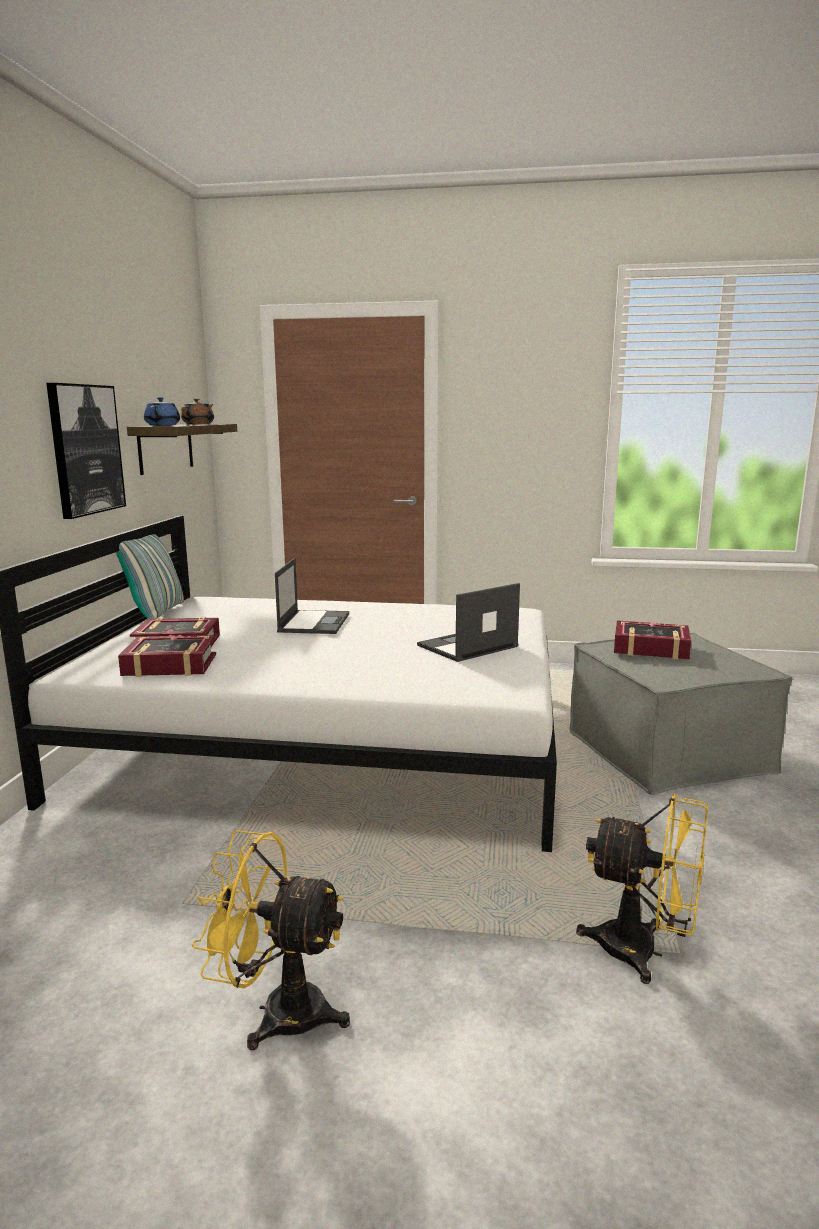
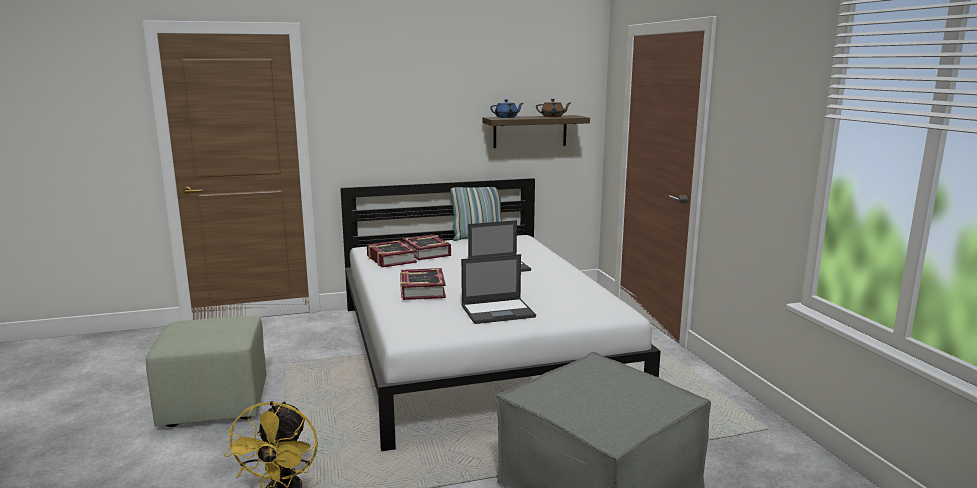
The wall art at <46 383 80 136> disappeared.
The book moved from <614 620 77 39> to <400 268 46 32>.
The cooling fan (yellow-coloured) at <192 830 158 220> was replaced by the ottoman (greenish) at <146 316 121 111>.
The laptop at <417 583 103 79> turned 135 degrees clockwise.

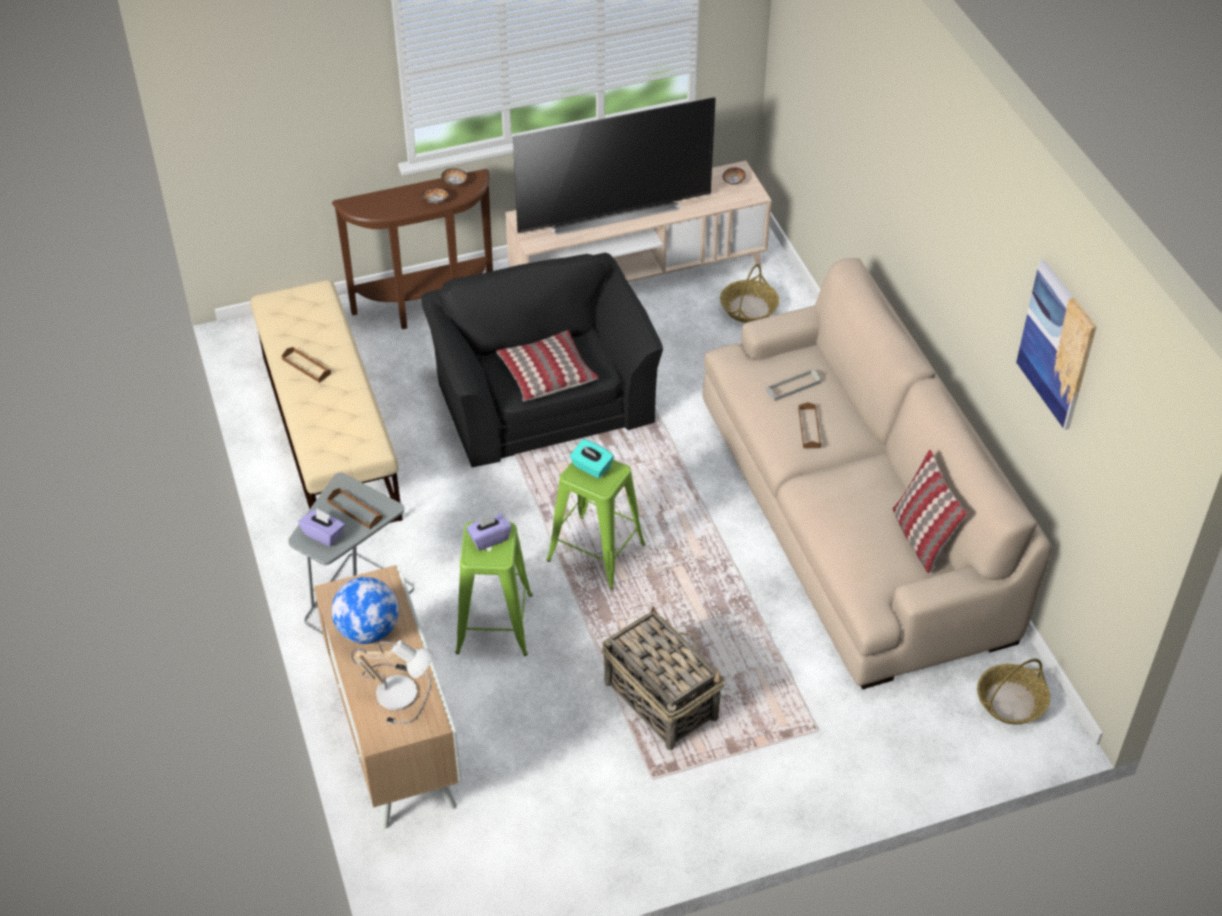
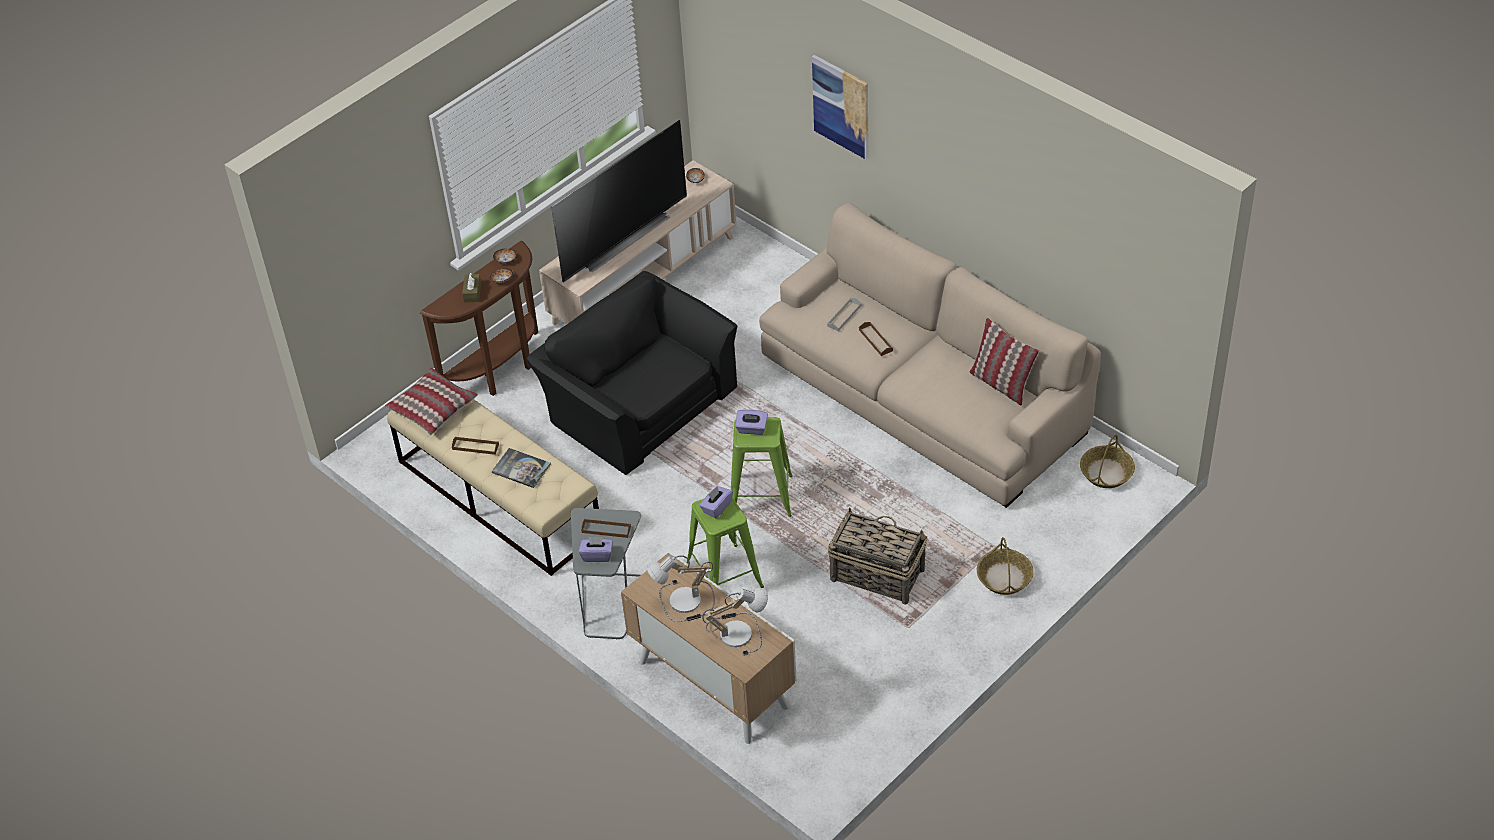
The box of tissues (brownish) at <462 273 19 29> appeared.
The book at <492 448 59 40> appeared.
The throw pillow moved from <496 330 102 71> to <385 368 93 67>.
The storage basket moved from <720 264 59 59> to <977 537 57 58>.
The wall art moved from <1016 260 80 170> to <812 55 56 104>.
The world globe at <332 577 67 67> was replaced by the table lamp at <647 555 68 67>.
The box of tissues (turquoise-coloured) at <570 439 44 40> became the box of tissues (purple-coloured) at <735 410 33 25>.

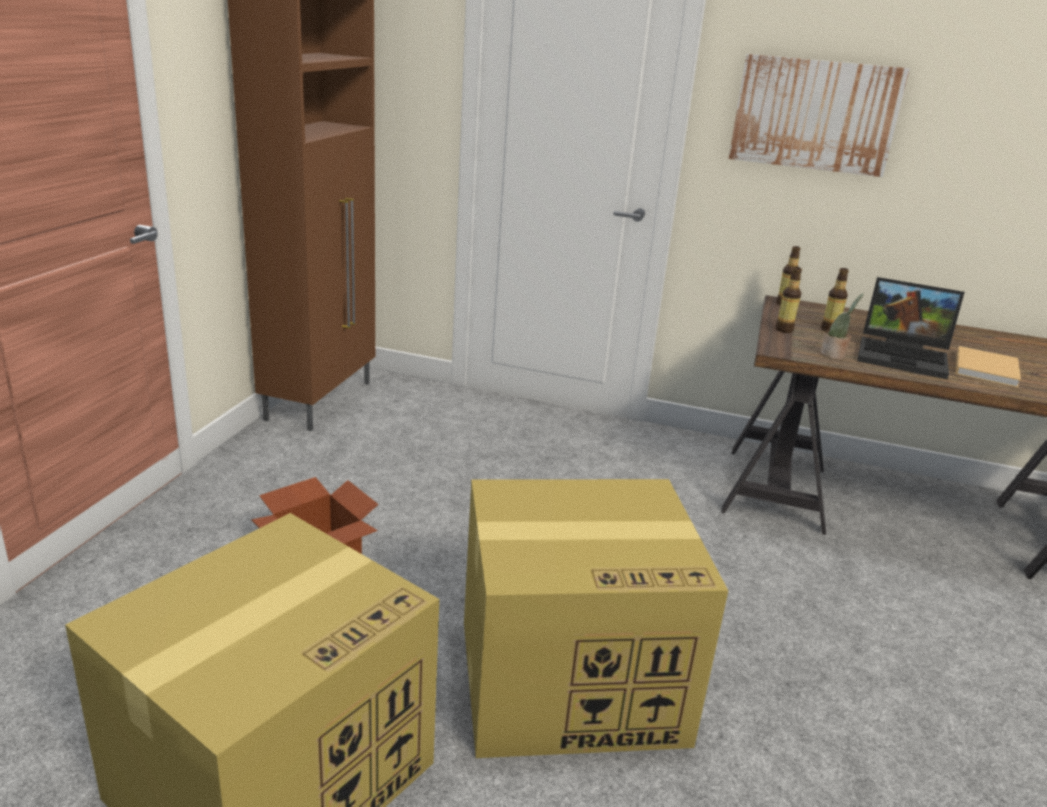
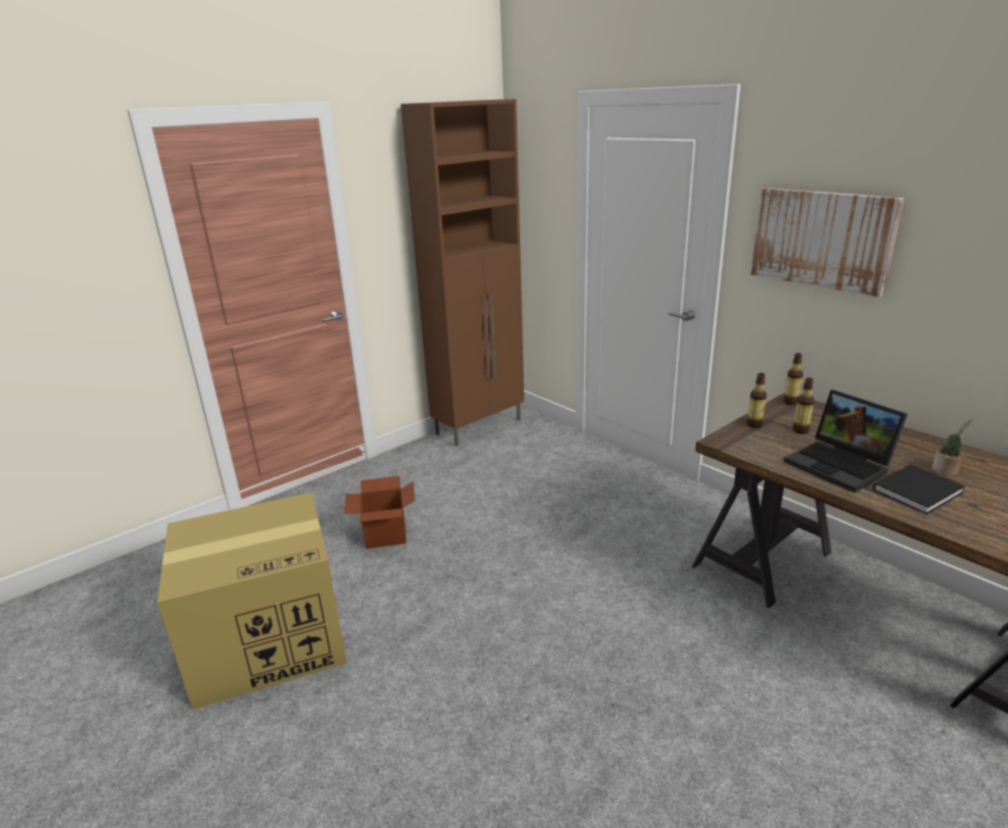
The cardboard box at <464 479 264 279> disappeared.
The plant in a pot moved from <820 293 43 66> to <932 419 41 57>.
The book (sand-coloured) at <956 346 65 42> became the book (blackish) at <873 465 92 49>.

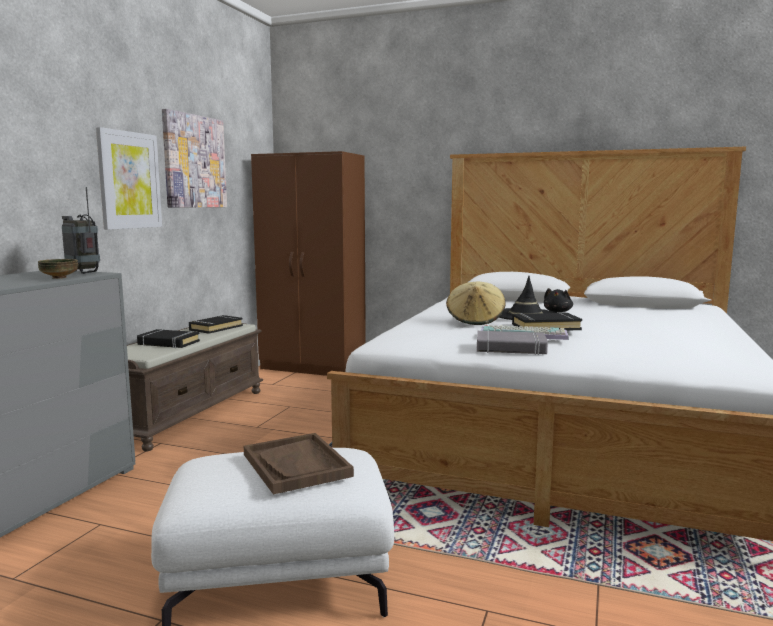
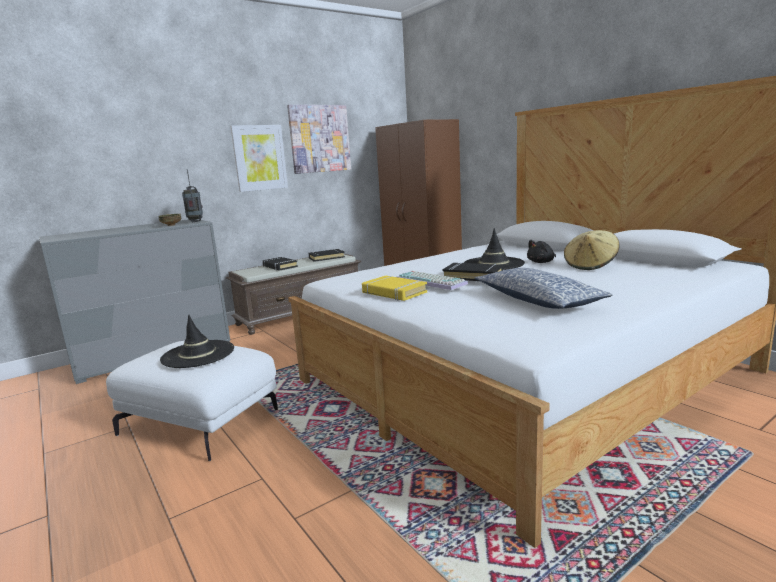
The throw pillow at <475 268 138 41> appeared.
The wearable hat (sand-coloured) moved from <446 282 60 43> to <564 230 55 40>.
The tray (brownish) at <244 433 110 62> was replaced by the wearable hat (blackish) at <160 315 74 53>.
The book (grey) at <477 331 71 24> became the book (yellow-coloured) at <362 276 65 25>.

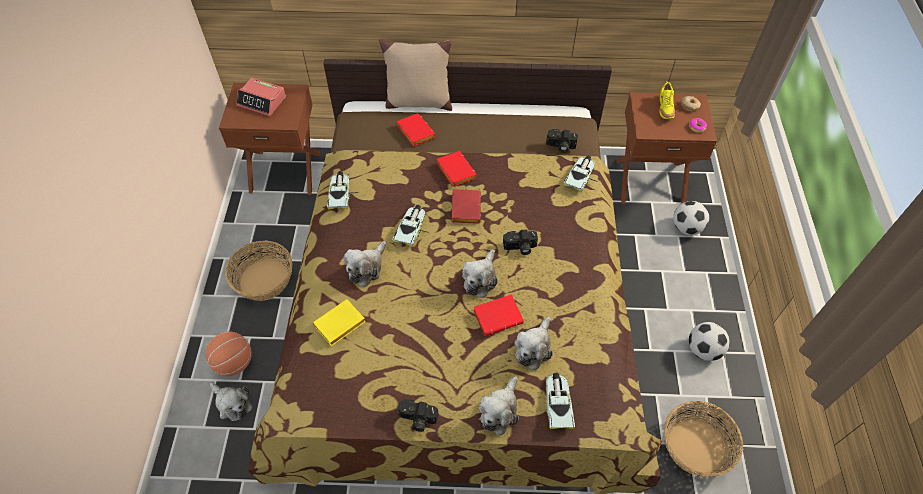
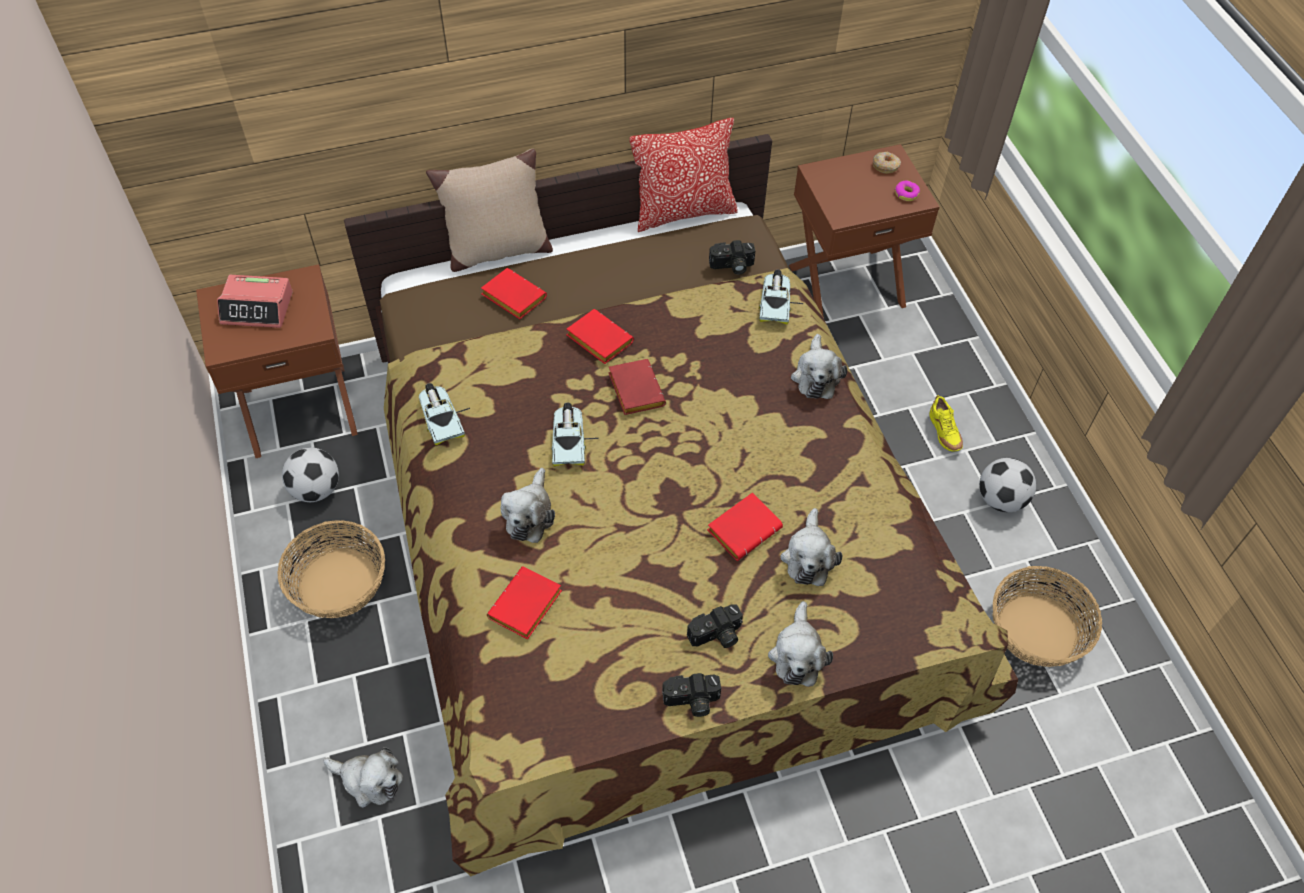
The ball for basketball at <205 331 47 45> disappeared.
The model car at <546 373 37 56> disappeared.
The throw pillow at <630 118 108 114> appeared.
The plush toy moved from <462 249 36 49> to <791 334 56 65>.
The photo camera moved from <503 230 35 25> to <687 604 56 44>.
The shoe (yellow-coloured) moved from <660 81 15 38> to <929 395 34 57>.
The ball for football moved from <673 201 36 34> to <282 447 57 55>.
The book (yellow-coloured) at <313 299 52 47> became the book (reddish) at <487 567 75 72>.

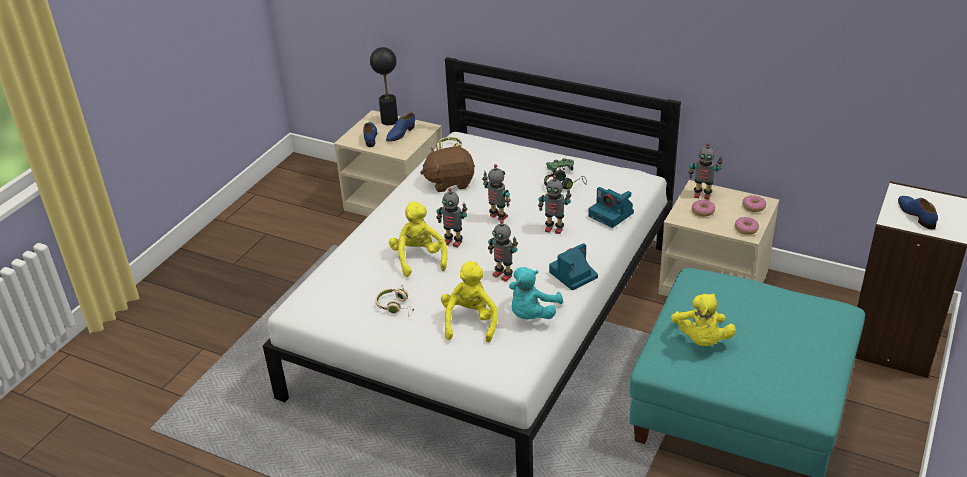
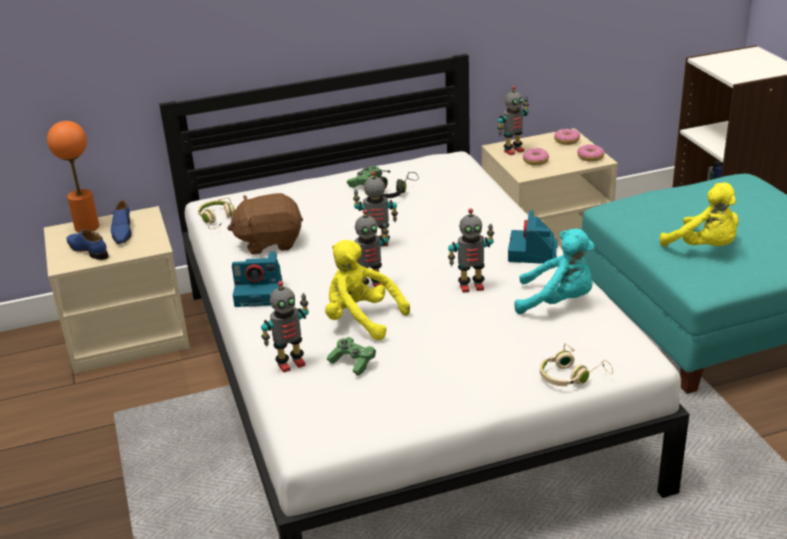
The plush toy (yellow-coloured) at <441 261 57 81> disappeared.
The shoe (blue) at <898 196 40 33> disappeared.
The gamepad (greenish) at <327 337 49 39> appeared.
The pair of headphones (sand-coloured) moved from <375 285 39 32> to <540 343 73 43>.
The model robot moved from <538 175 33 59> to <261 281 48 92>.
The photo camera moved from <588 187 46 41> to <232 252 50 55>.
The table lamp (blackish) at <370 47 28 78> became the table lamp (orange) at <47 121 52 112>.
The plush toy (brownish) at <420 146 55 46> turned 45 degrees clockwise.
The plush toy (turquoise-coloured) at <509 267 54 53> turned 60 degrees counterclockwise.

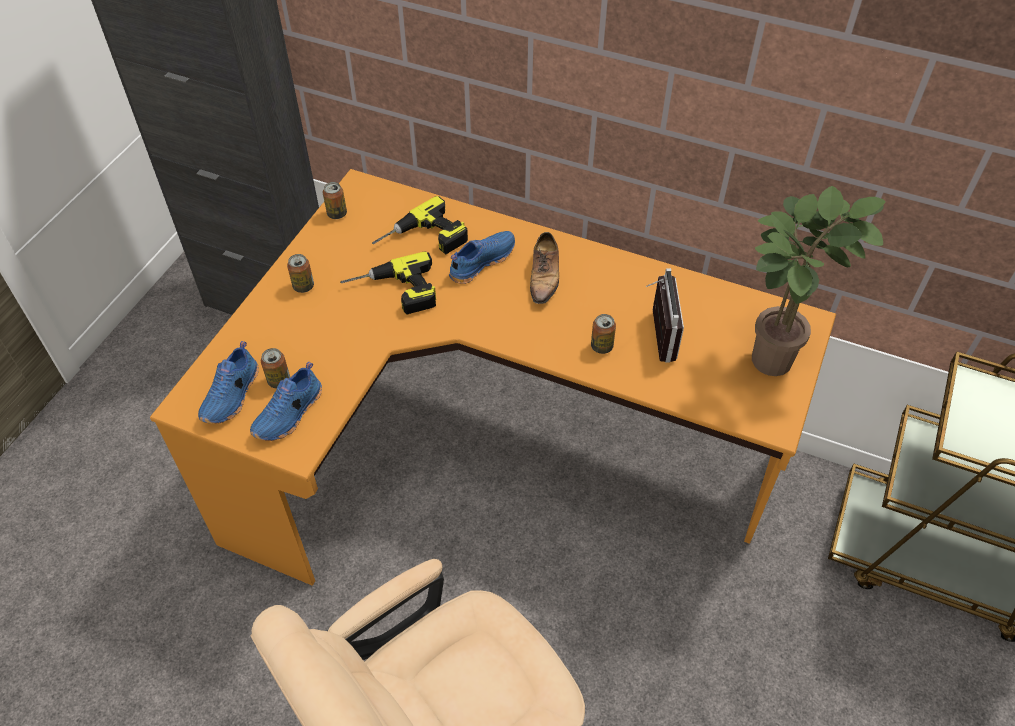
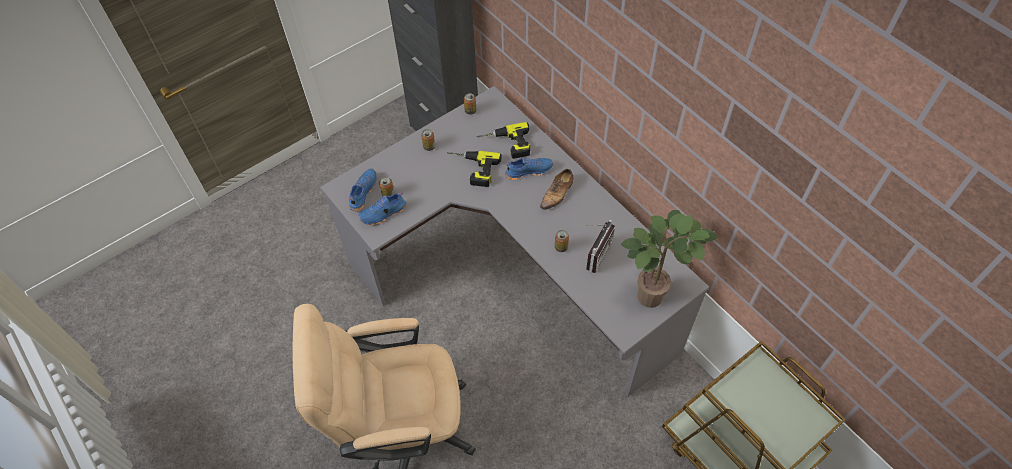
The desk unit (orange) at <150 169 686 417> became the desk unit (grey) at <320 86 389 312>.
The shoe (blue) at <198 341 61 83> turned 150 degrees clockwise.

